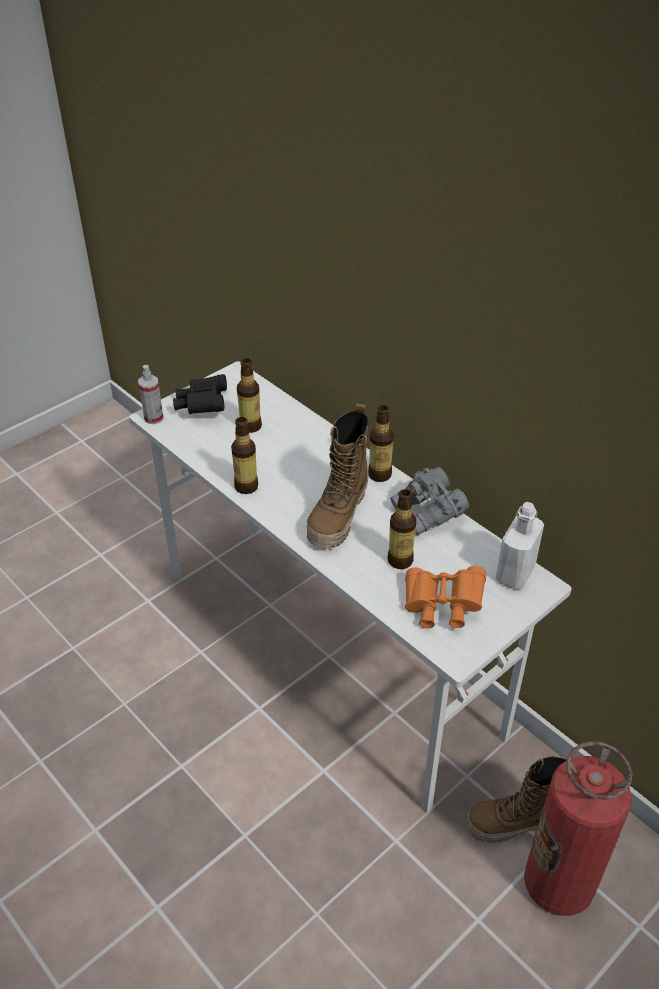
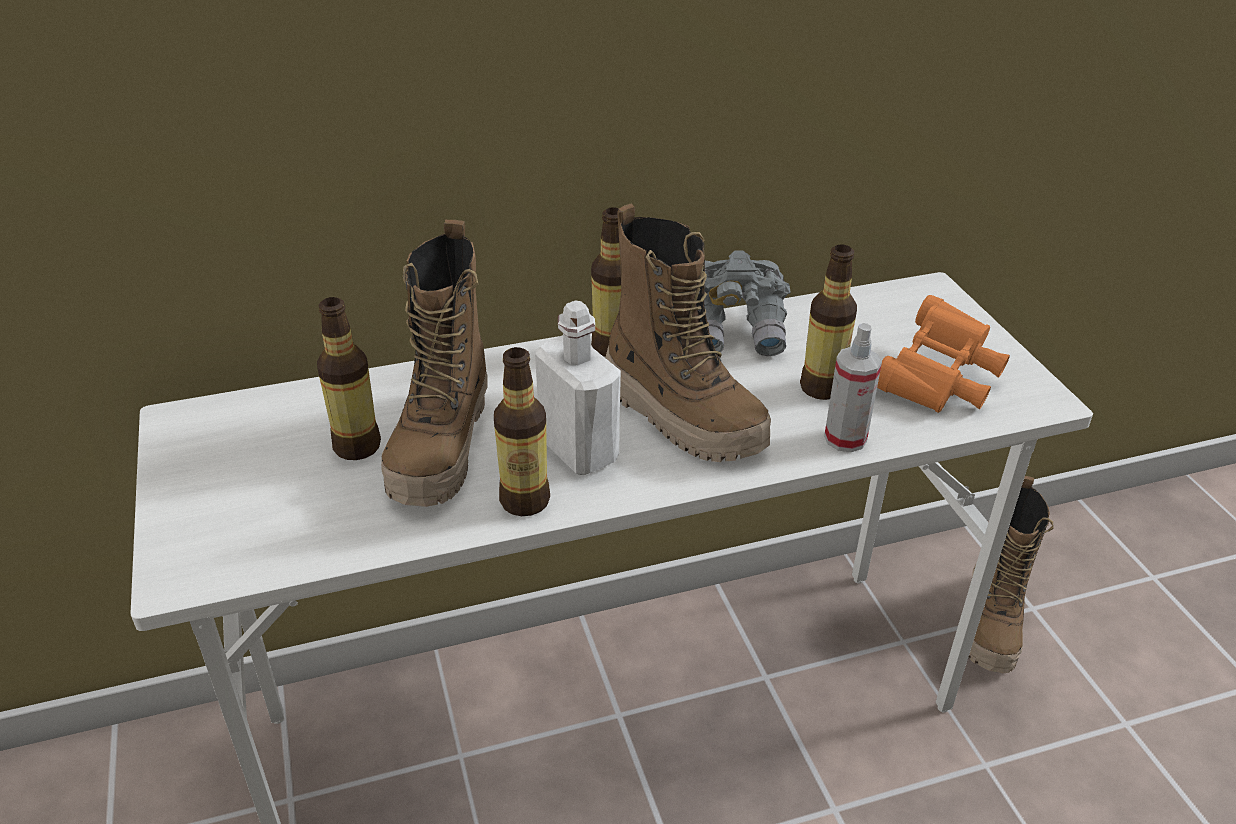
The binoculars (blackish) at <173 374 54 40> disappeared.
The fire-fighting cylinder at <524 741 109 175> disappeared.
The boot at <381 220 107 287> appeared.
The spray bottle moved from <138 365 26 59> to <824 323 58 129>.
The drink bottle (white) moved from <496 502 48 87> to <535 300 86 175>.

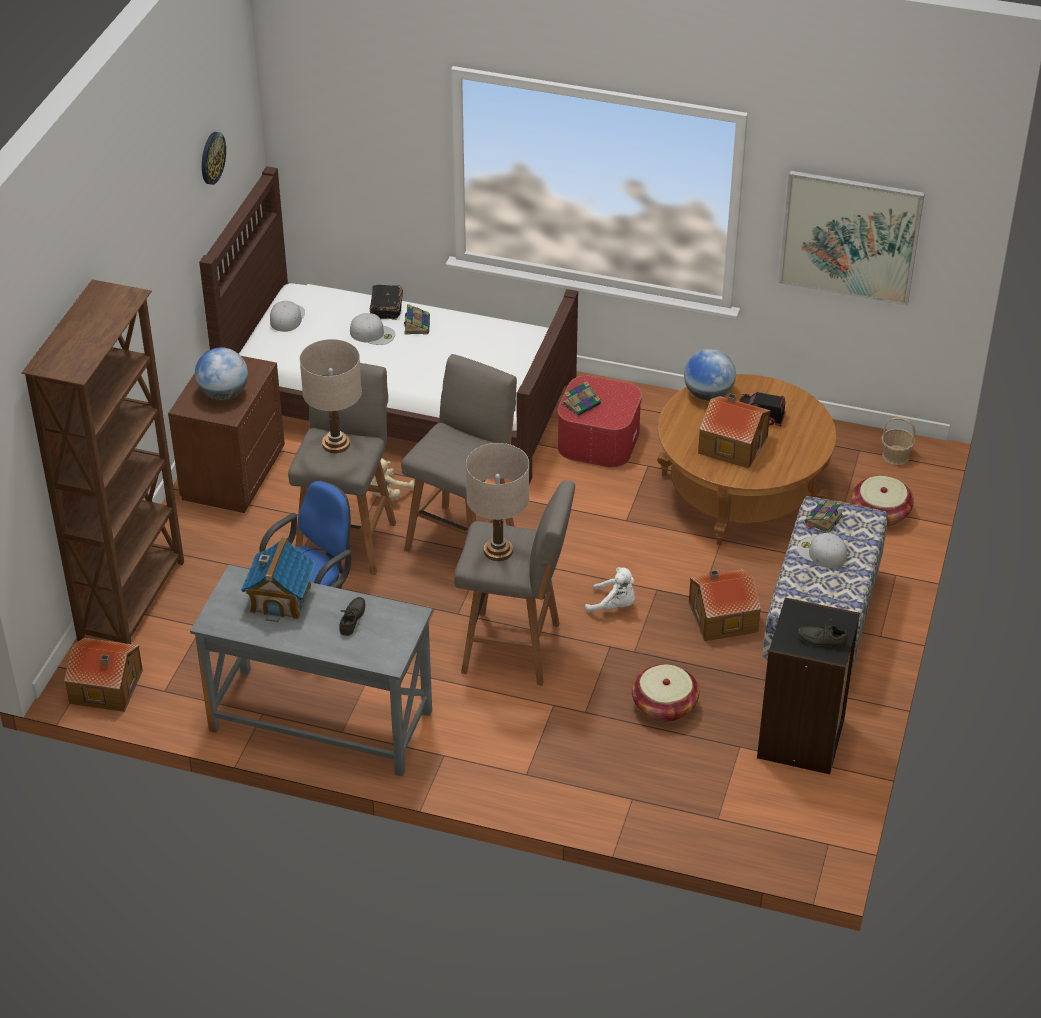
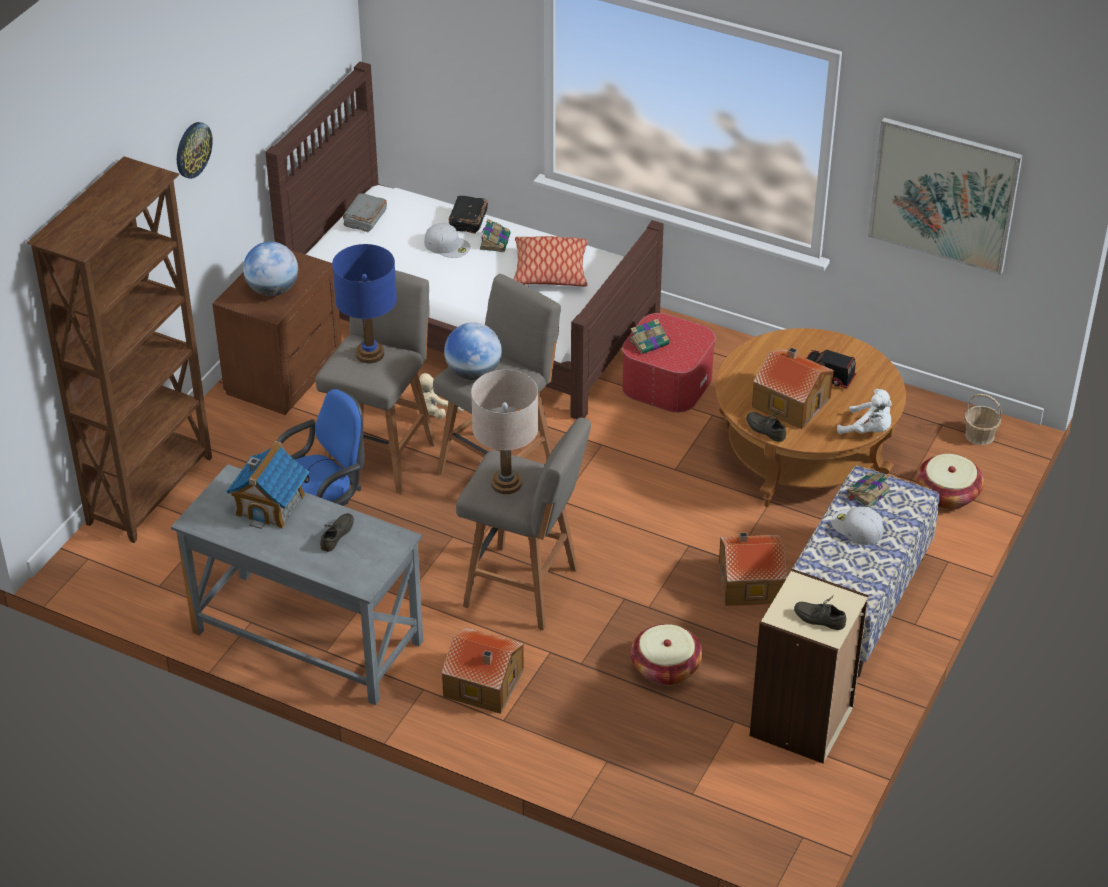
The throw pillow at <514 236 74 51> appeared.
The shoe (grey) at <746 411 40 31> appeared.
The toy house moved from <64 638 79 74> to <441 628 83 86>.
The hanging clock moved from <202 132 24 53> to <177 122 36 57>.
The plush toy (white) moved from <585 567 50 46> to <837 389 55 45>.
The world globe moved from <684 349 52 52> to <444 322 58 58>.
The peaked cap (white) at <270 301 35 31> was replaced by the book (grey) at <343 194 44 38>.
The table lamp (sand-coloured) at <300 339 62 114> became the table lamp (blue) at <332 244 65 119>.
The bookcase (blackish) at <757 597 103 177> became the bookcase (sand-coloured) at <750 569 119 195>.

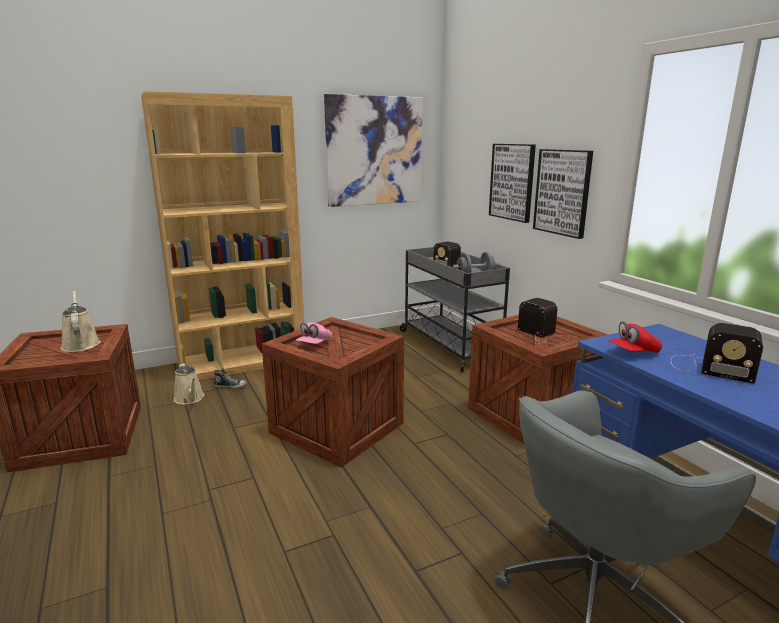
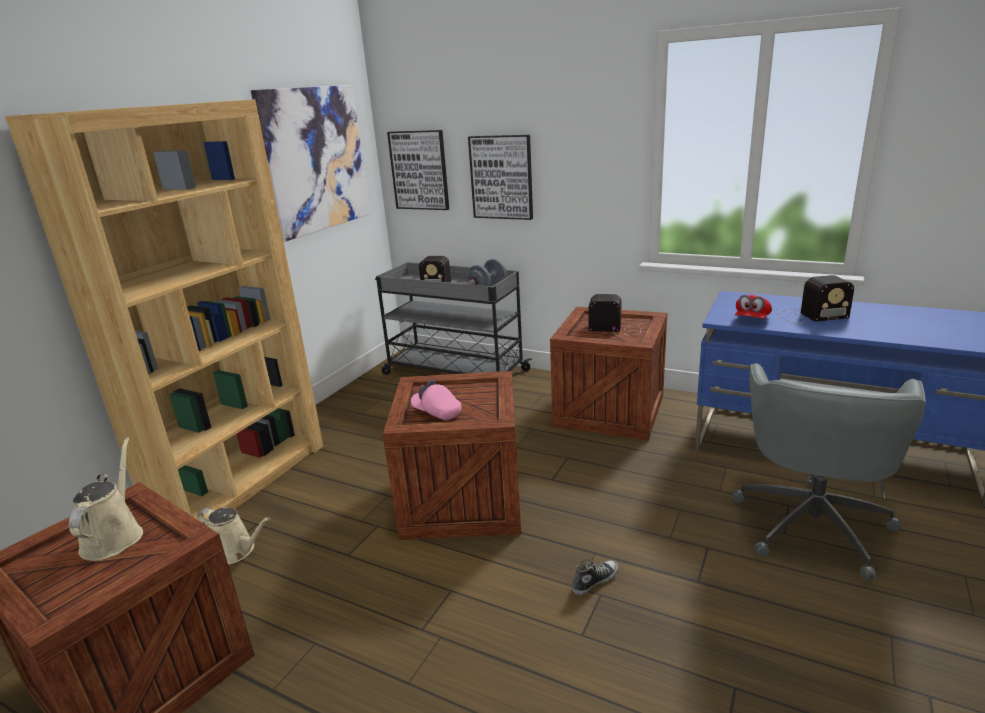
The shoe moved from <213 368 34 21> to <572 558 46 37>.
The wall art moved from <533 149 60 90> to <387 130 62 80>.
The sprinkling can (sand-coloured) at <61 290 40 62> turned 60 degrees clockwise.
The peaked cap (pink) at <296 322 36 22> turned 135 degrees clockwise.

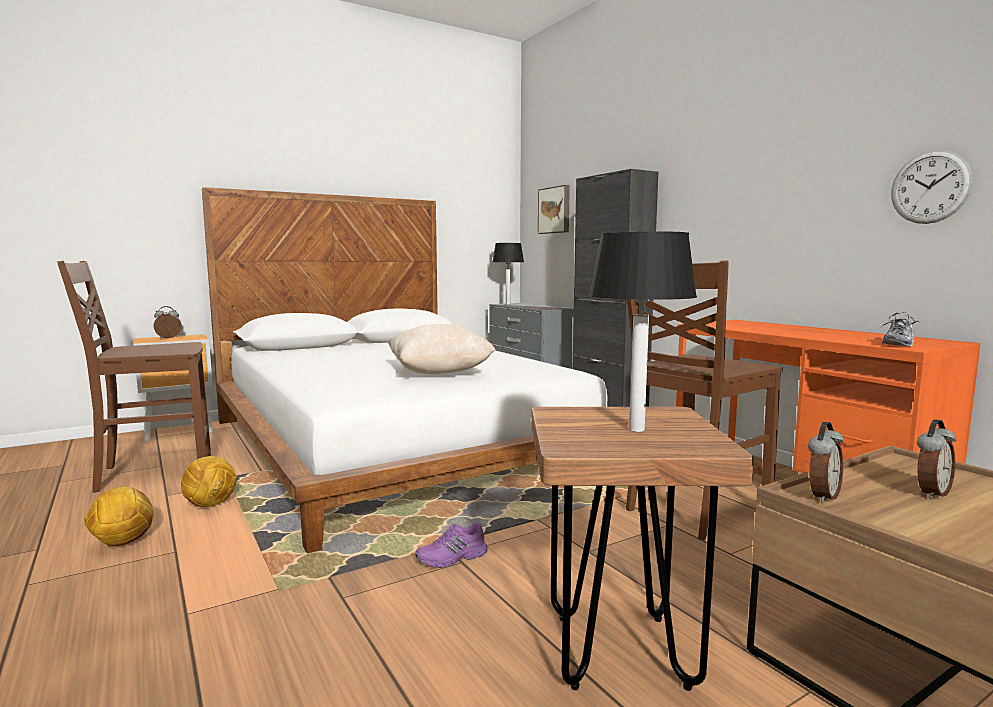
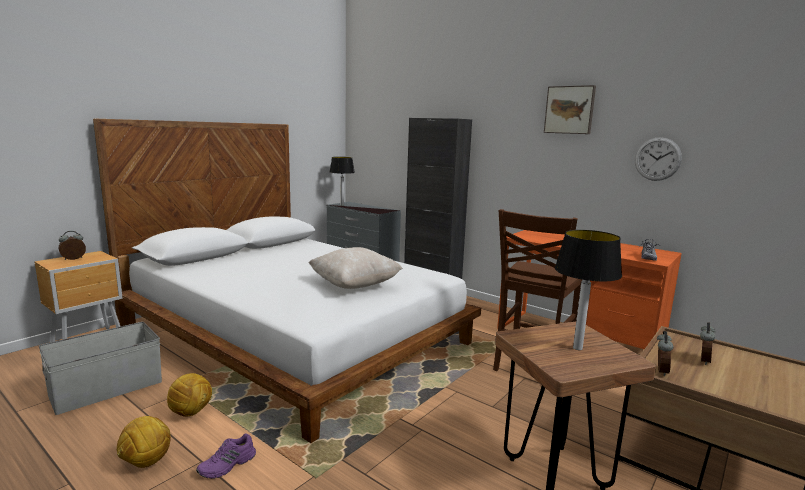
The shoe (purple-coloured) moved from <415 522 73 46> to <196 433 60 46>.
The wall art moved from <538 185 32 49> to <544 85 52 49>.
The plain chair (brownish) at <57 261 154 232> was replaced by the storage box (grey) at <39 322 123 93>.

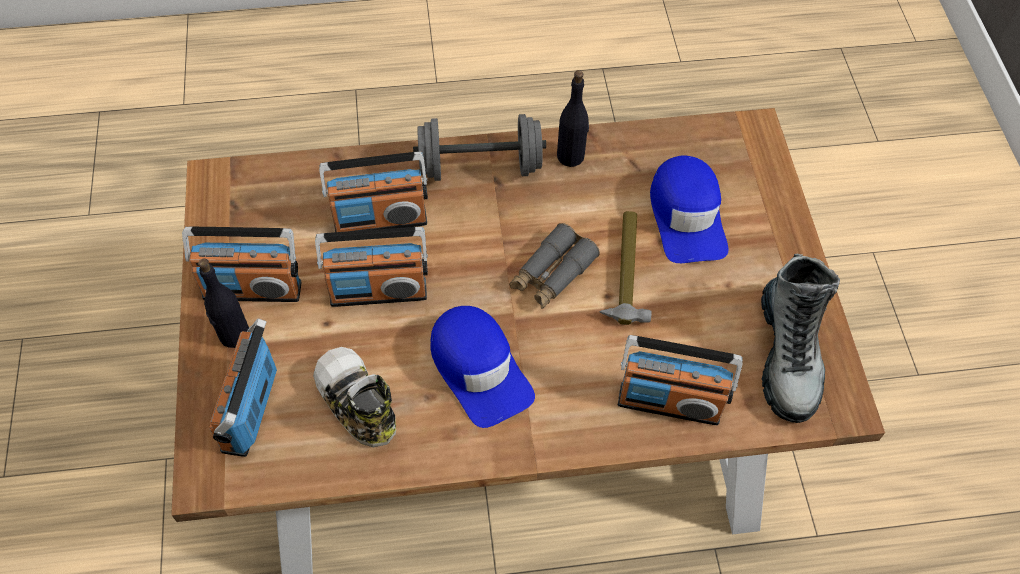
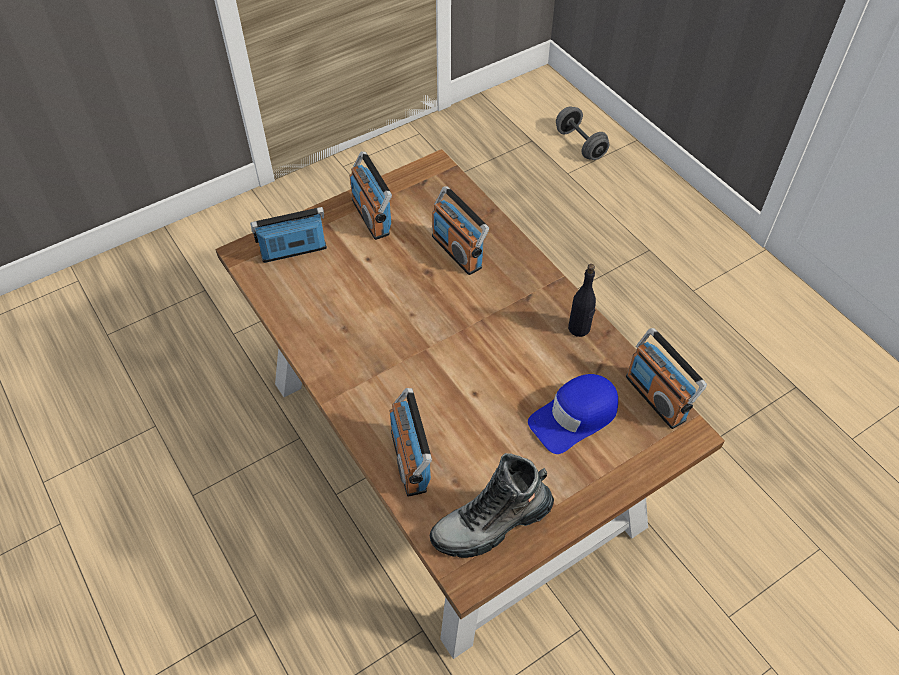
The drink bottle (blackish) at <198 259 51 89> disappeared.
The shoe at <313 347 83 100> disappeared.
The peaked cap (blue) at <430 306 105 122> disappeared.
The binoculars (grey) at <509 223 91 86> disappeared.
The tool hammer at <600 211 52 114> disappeared.
The radio moved from <315 227 113 80> to <626 328 81 101>.
The hand weight (grey) moved from <413 114 133 67> to <556 107 54 53>.

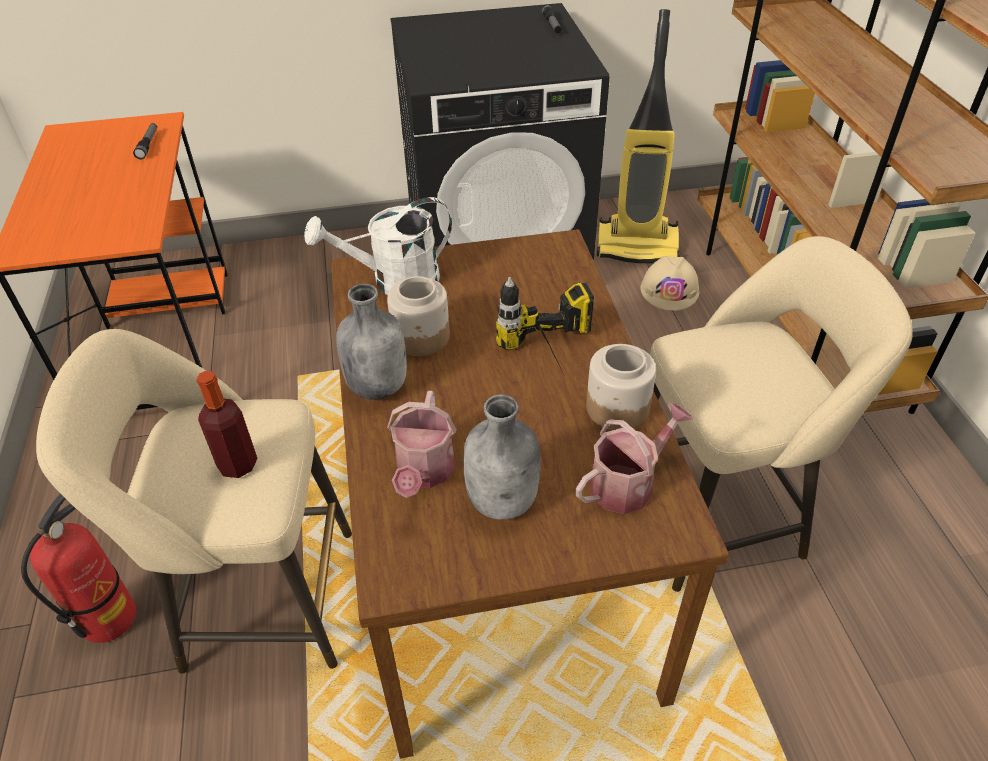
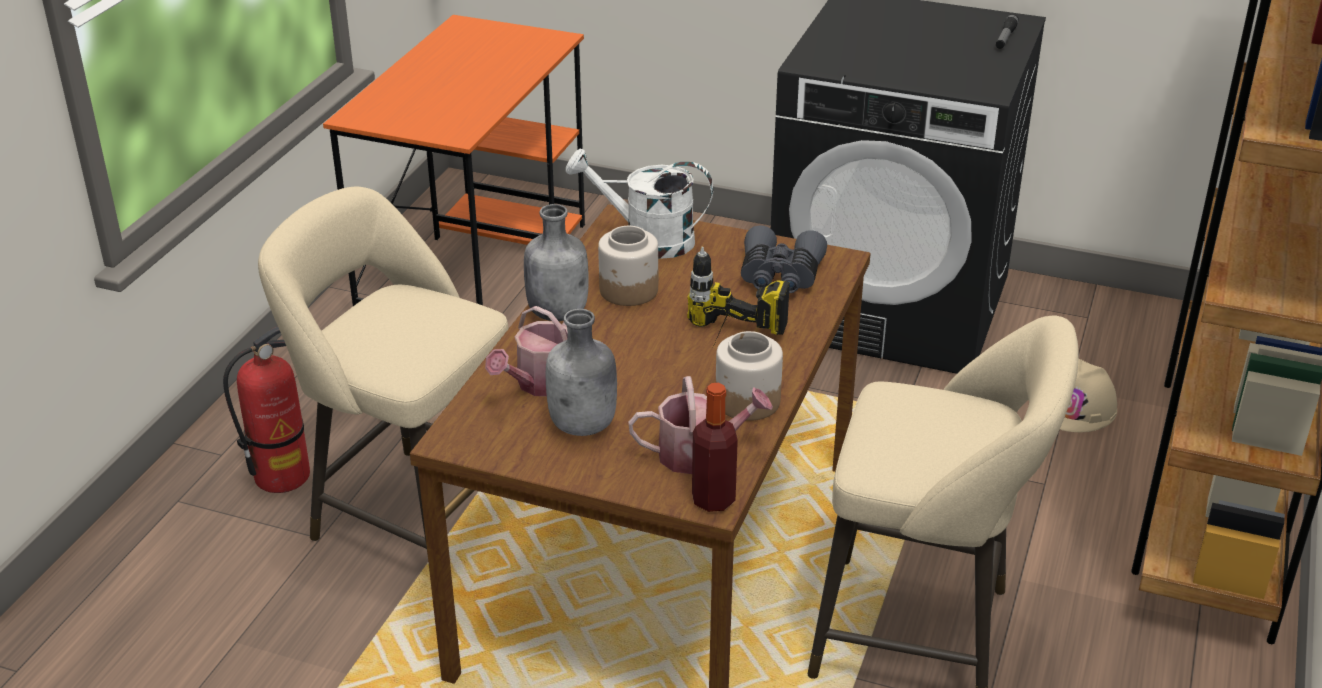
The flashlight at <133 123 24 36> disappeared.
The vacuum cleaner at <596 9 84 254> disappeared.
The binoculars (grey) at <741 225 86 68> appeared.
The drink bottle moved from <196 371 62 107> to <692 383 46 129>.

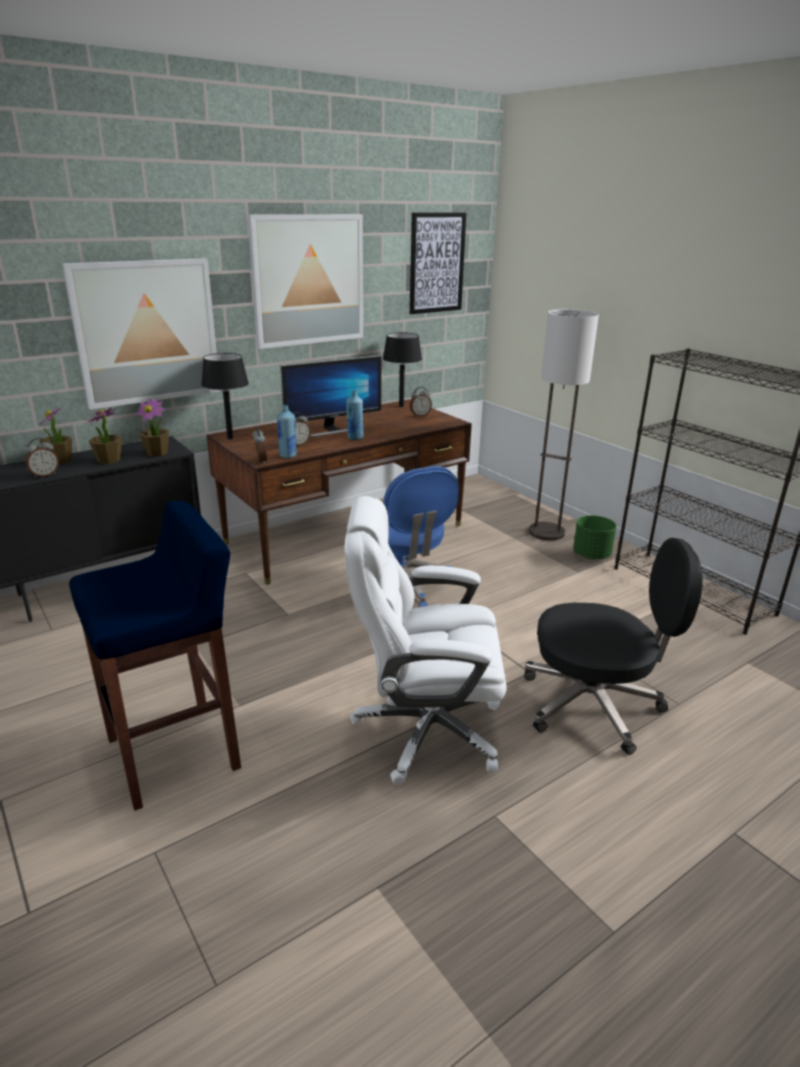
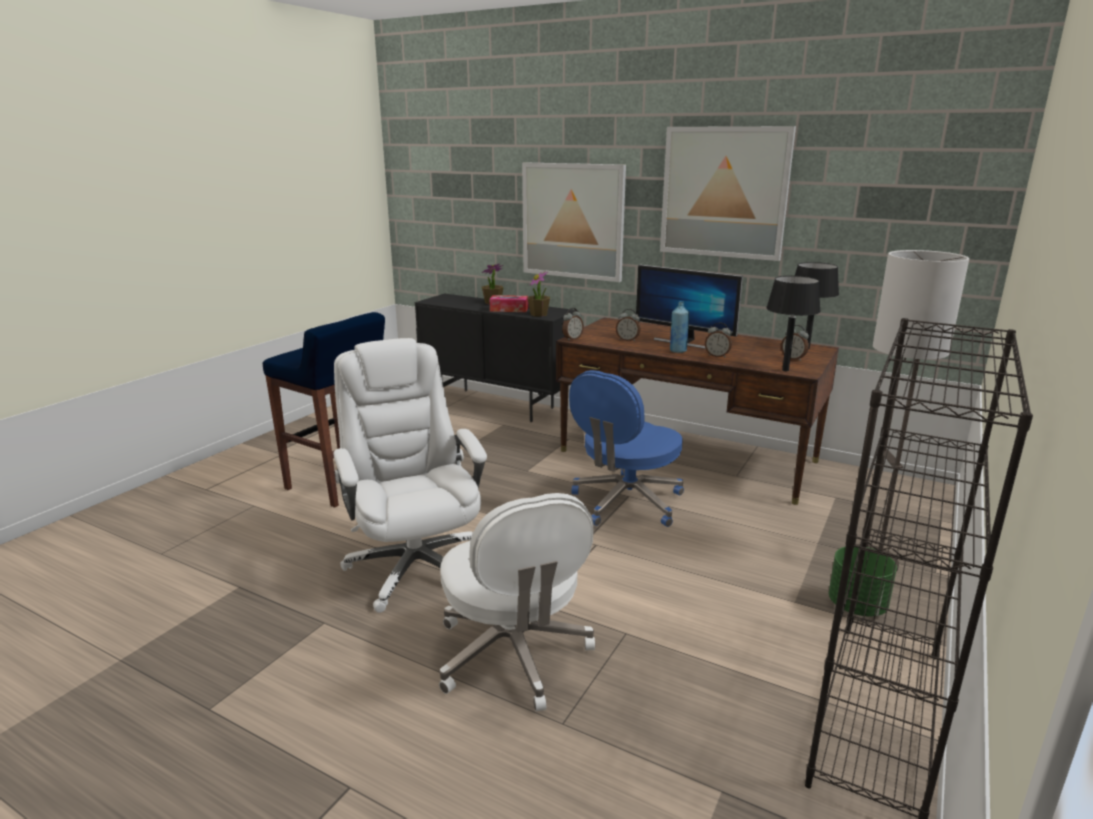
The drink bottle (blue) at <277 405 20 53> disappeared.
The wall art at <410 212 56 102> disappeared.
The alarm clock moved from <25 438 34 40> to <705 323 27 35>.
The table lamp (blackish) moved from <201 353 48 86> to <766 276 55 95>.
The plant in a pot at <86 407 36 57> was replaced by the box of tissues at <490 295 38 17>.
The computer chair (blackish) at <525 538 177 217> became the computer chair (white) at <439 493 156 218>.

